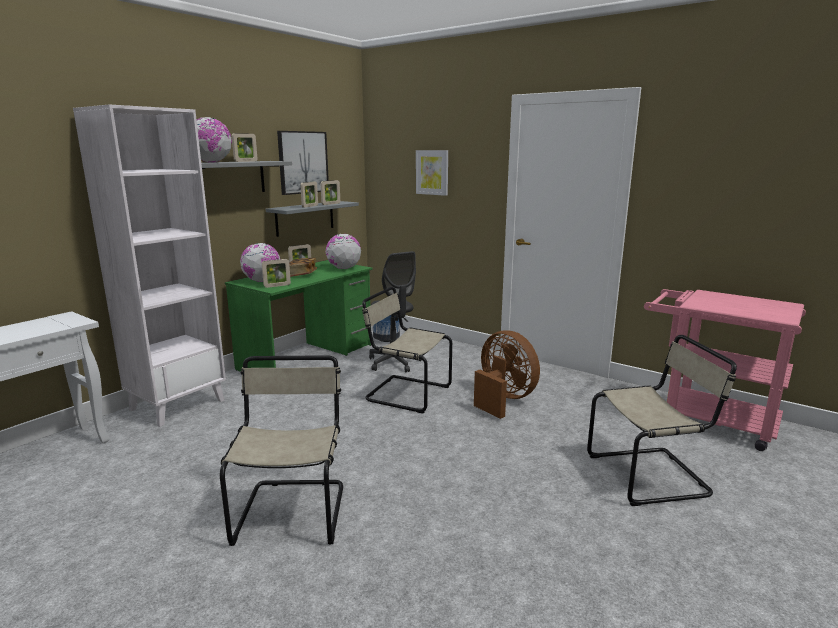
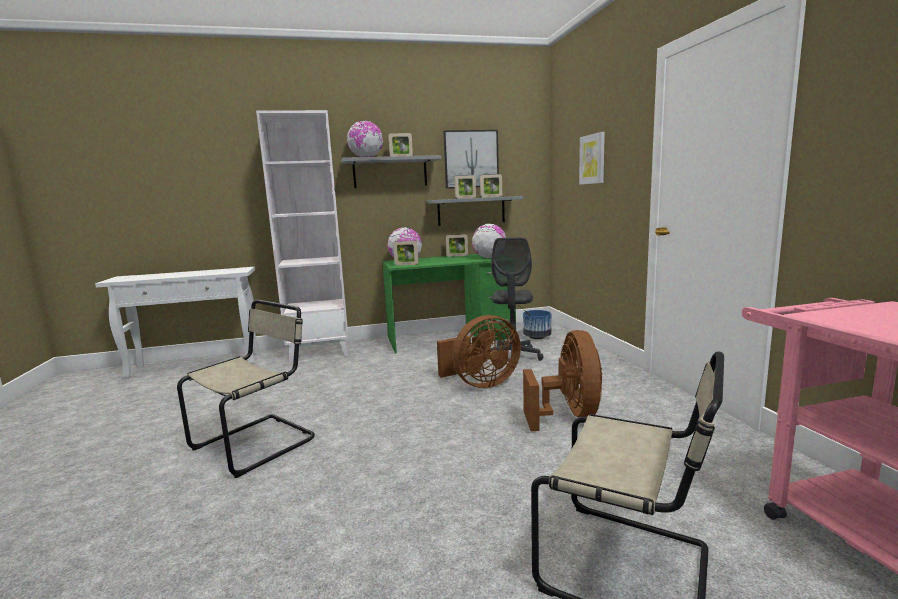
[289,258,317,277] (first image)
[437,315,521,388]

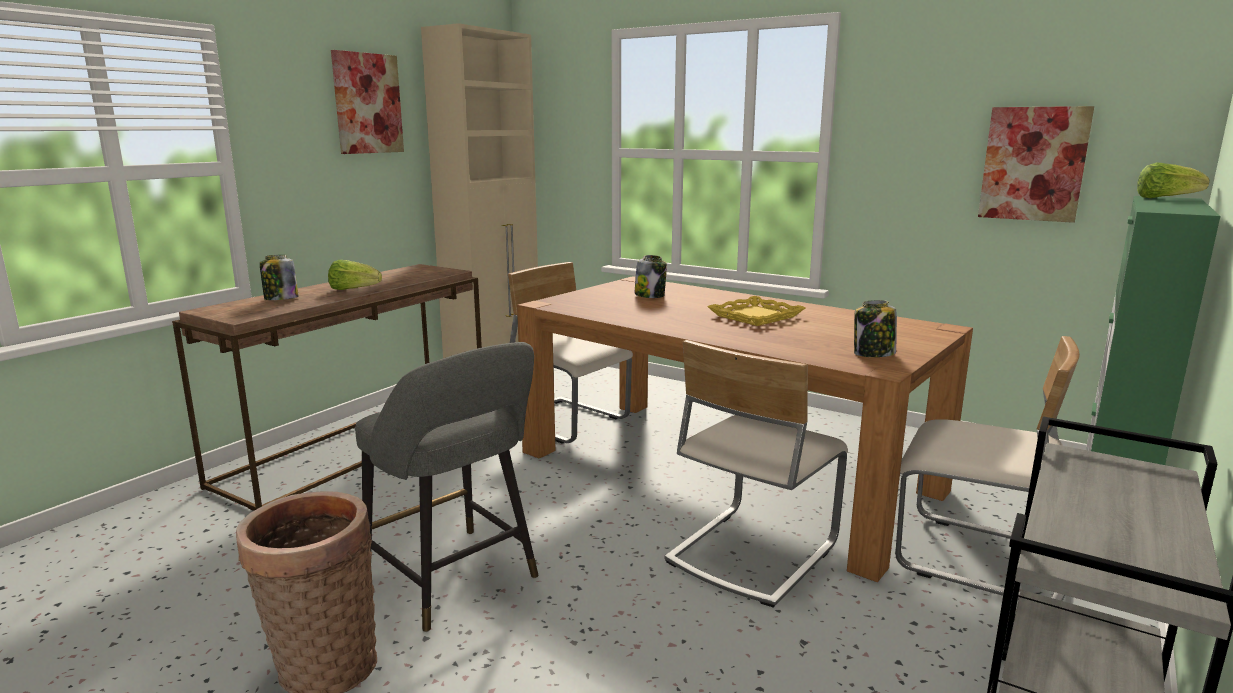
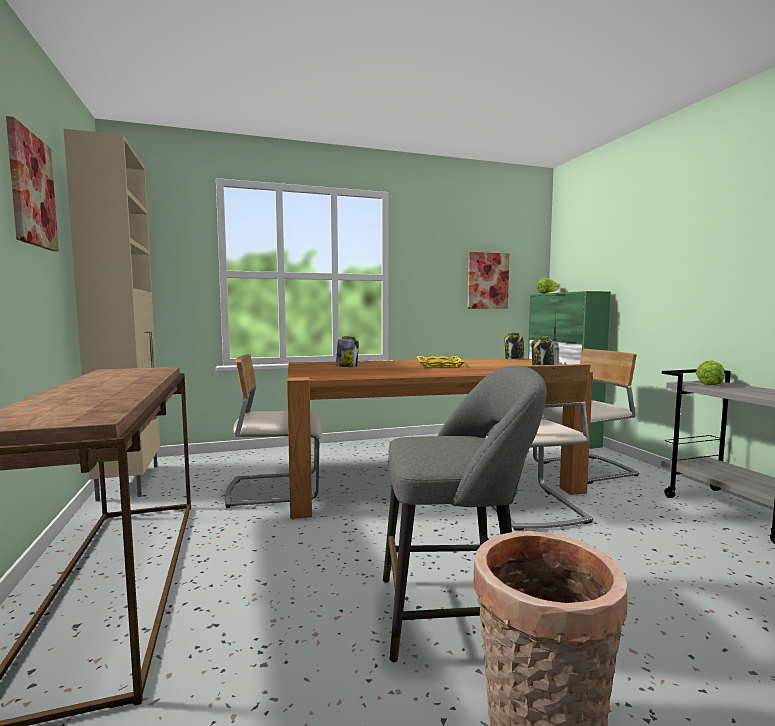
[505,333,524,359]
[696,361,725,385]

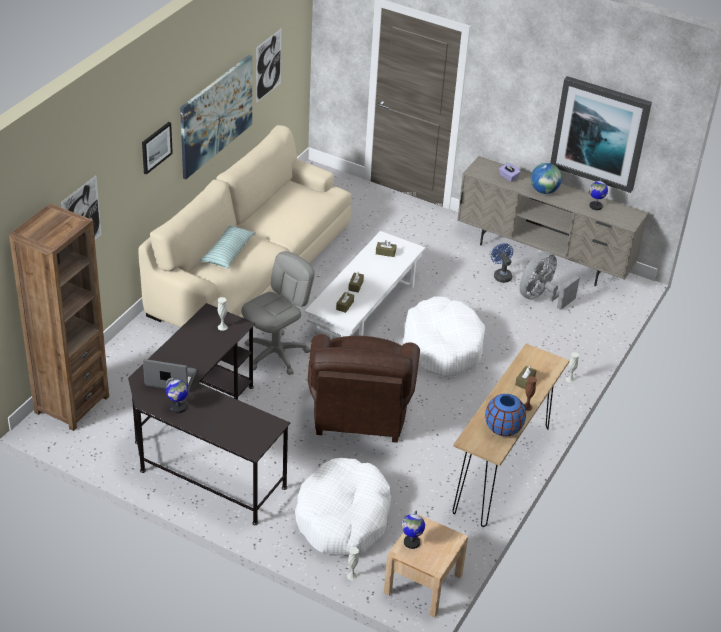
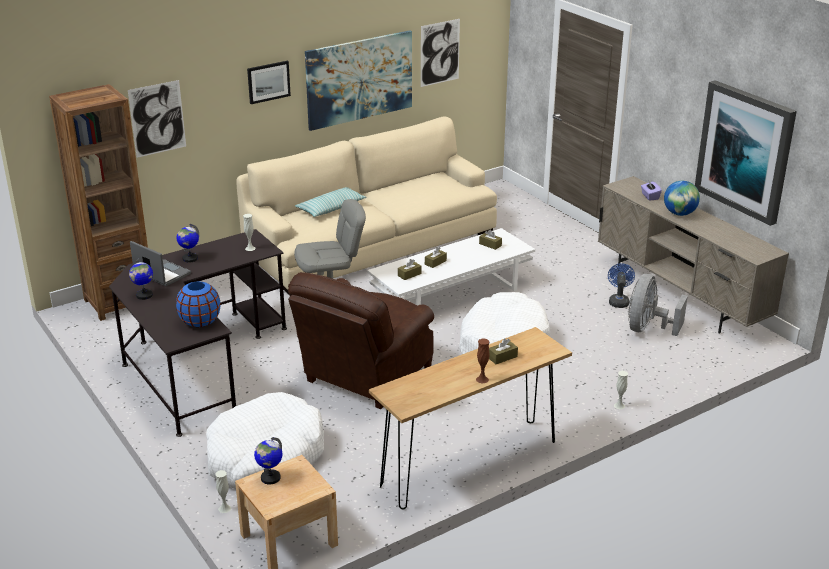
[176,281,221,327]
[177,224,199,262]
[628,274,688,336]

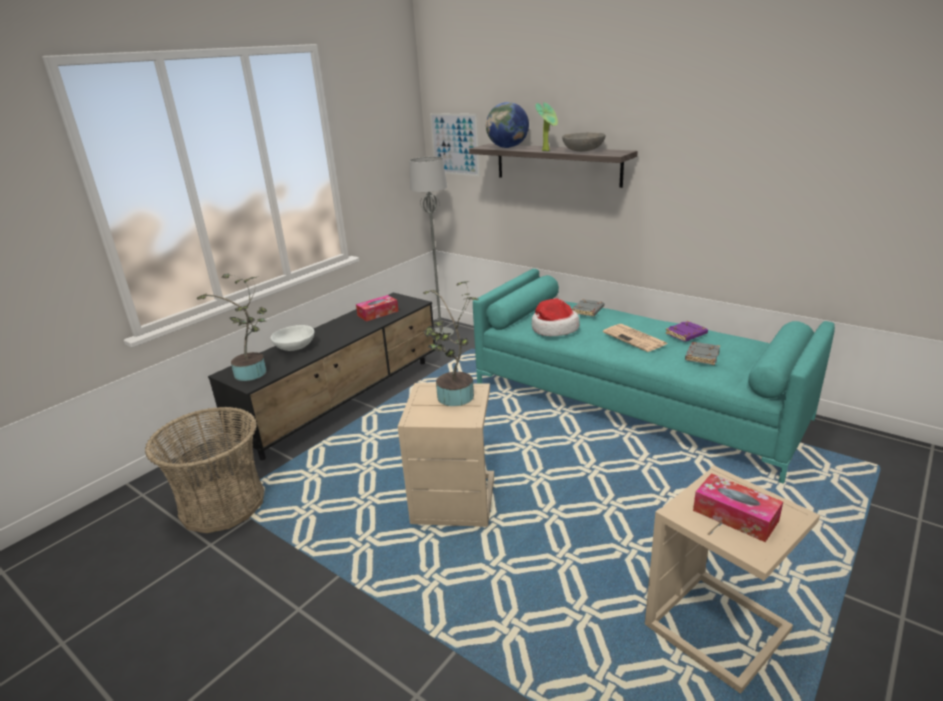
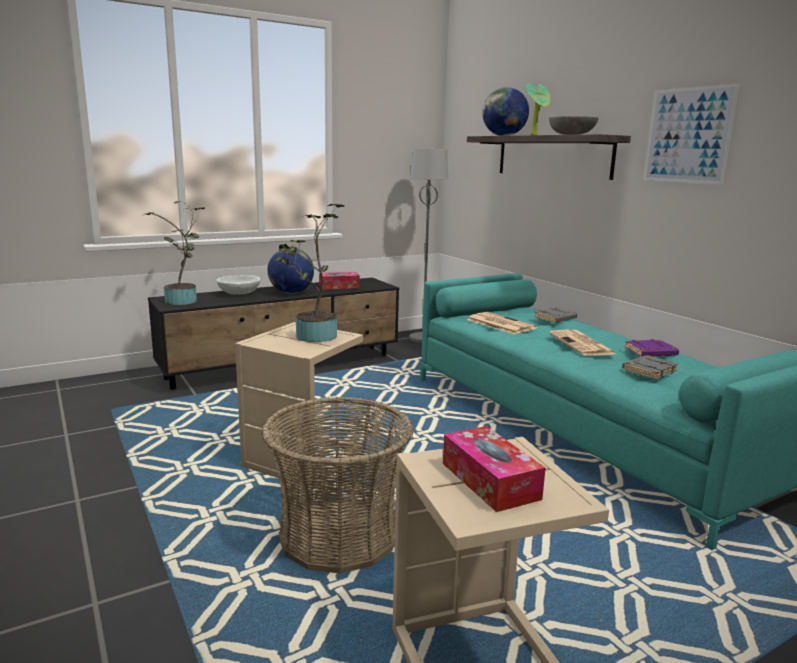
[267,249,314,294]
[261,397,414,574]
[643,83,739,185]
[467,312,537,334]

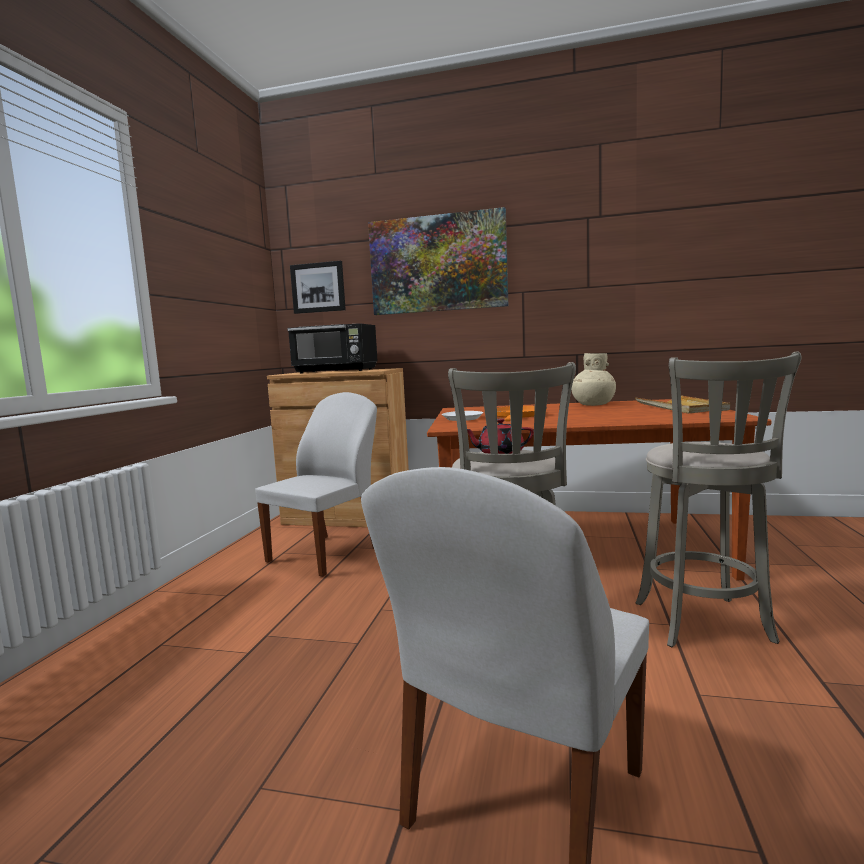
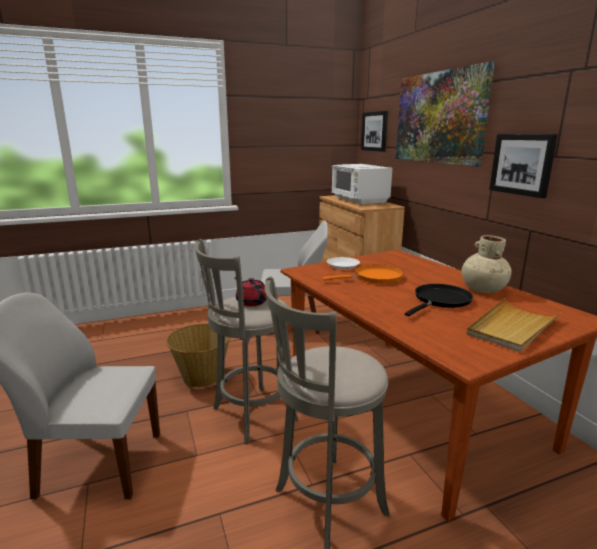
[166,324,231,388]
[405,284,473,316]
[489,134,558,198]
[331,164,392,205]

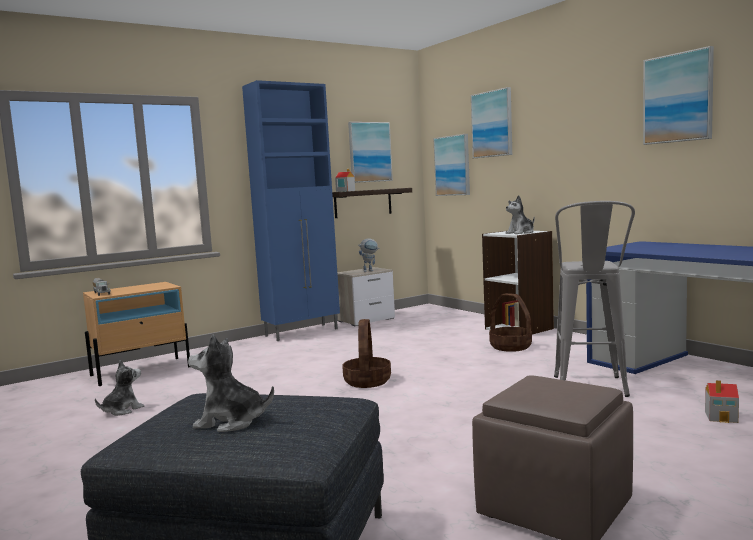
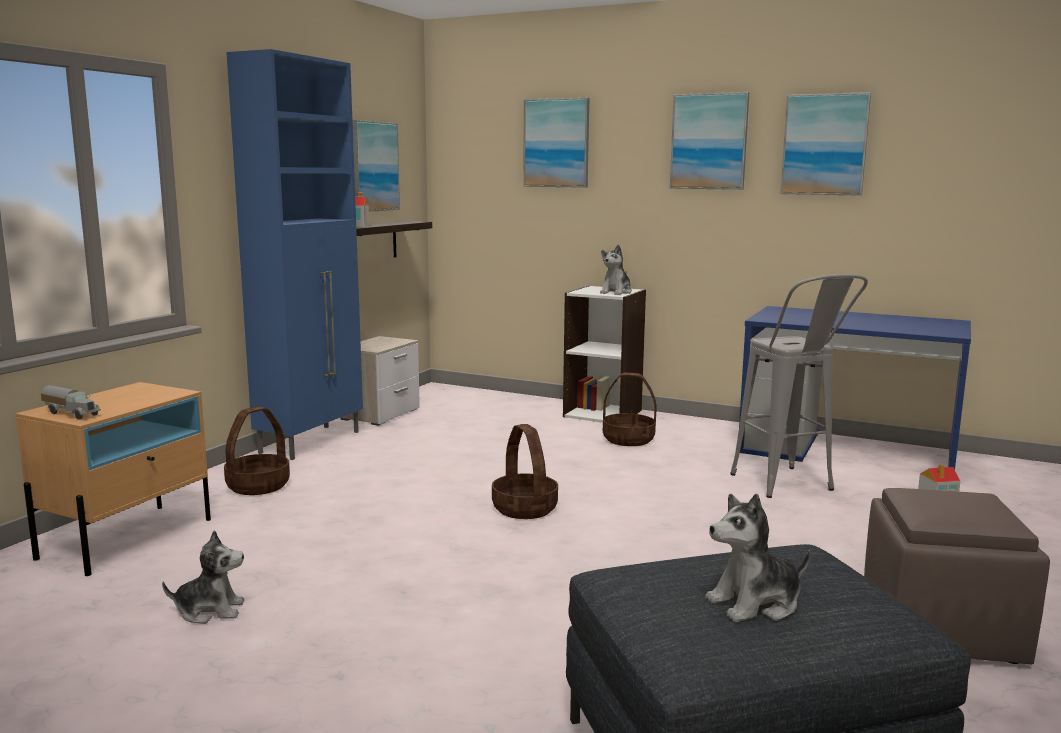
[358,239,380,272] (first image)
[224,406,290,495]
[670,92,749,190]
[162,530,245,624]

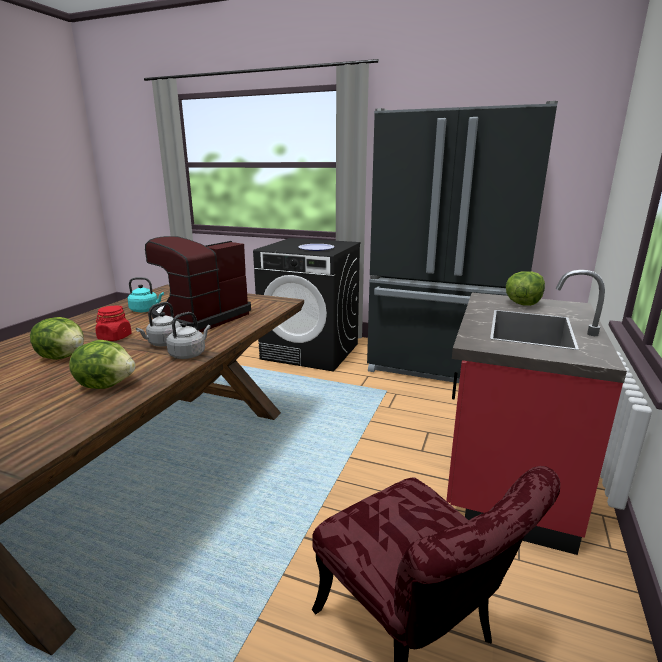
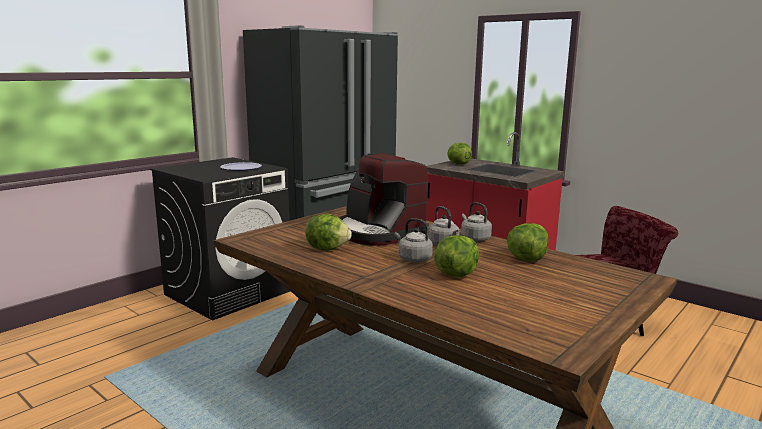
[395,218,433,262]
[305,213,352,251]

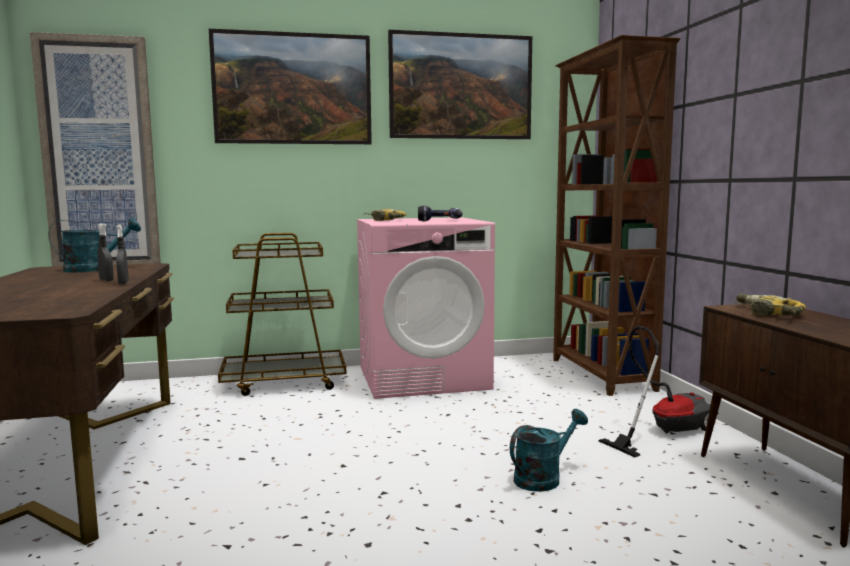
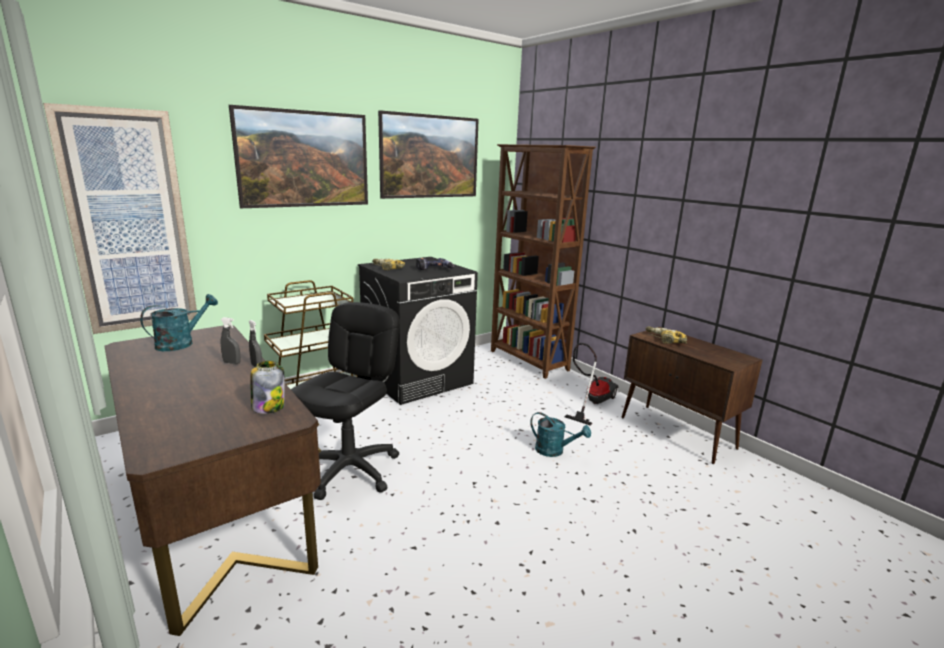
[250,361,285,414]
[291,302,400,500]
[358,257,478,405]
[530,412,591,457]

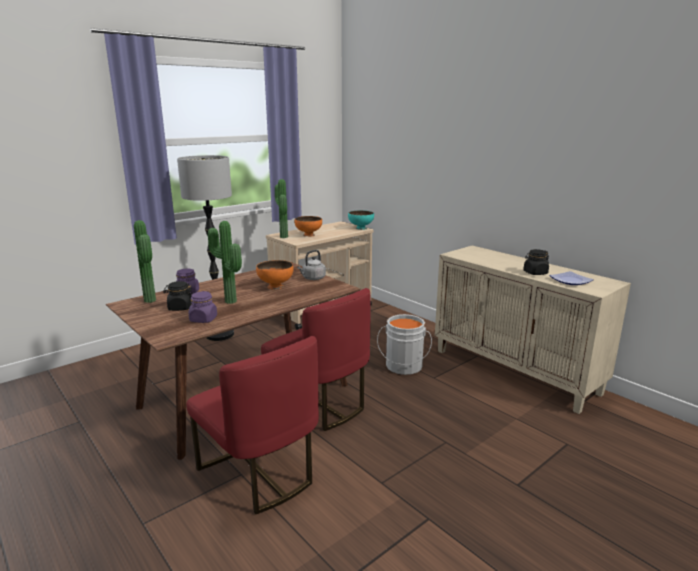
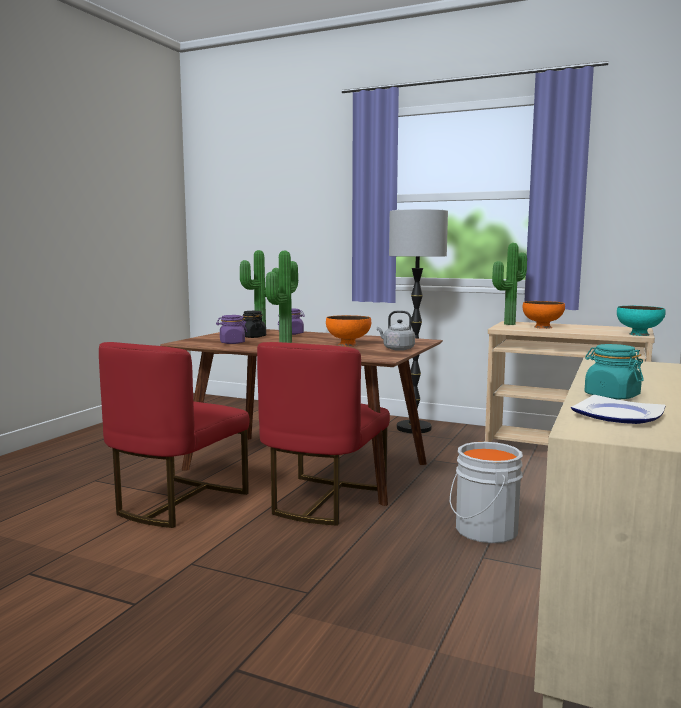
[585,344,644,400]

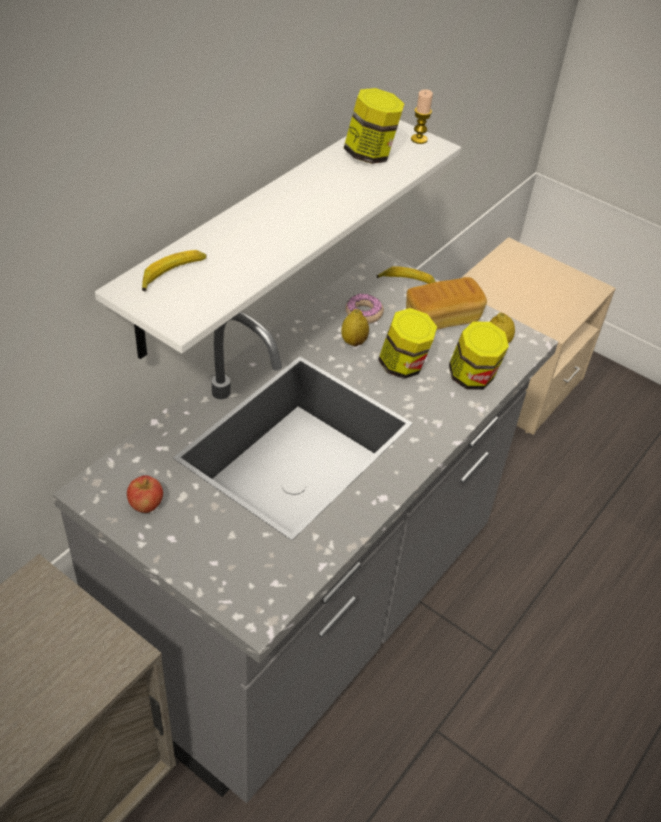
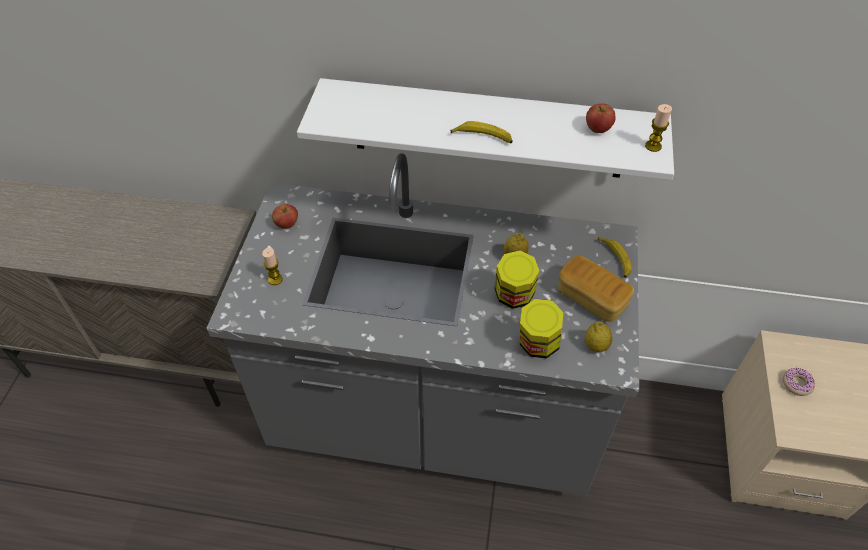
[262,248,283,285]
[450,121,513,144]
[783,368,815,396]
[586,103,615,133]

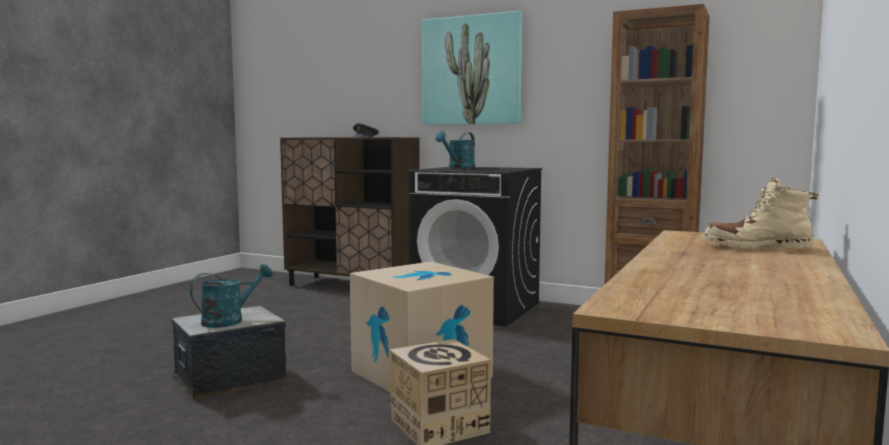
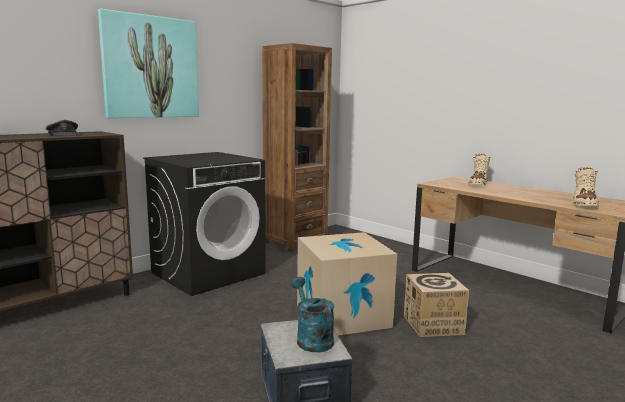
[435,131,475,169] (first image)
[573,167,599,207]

